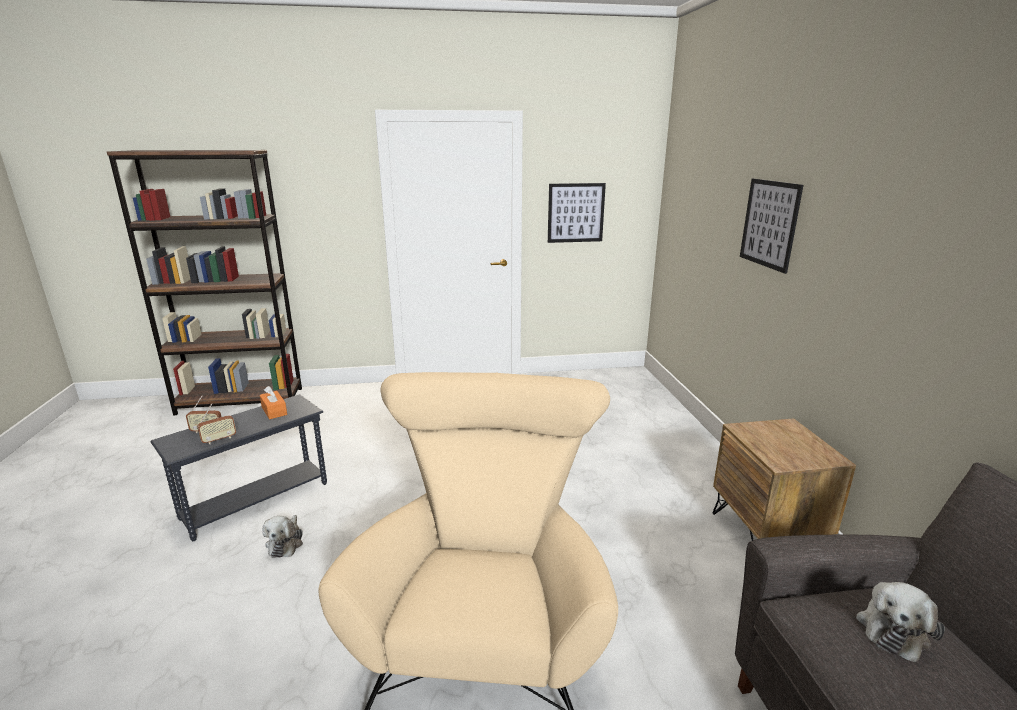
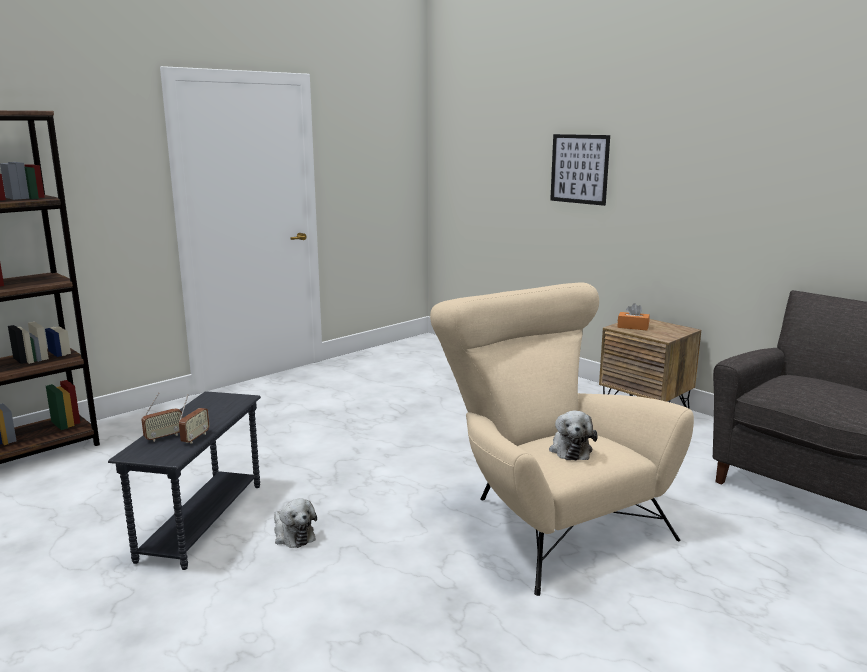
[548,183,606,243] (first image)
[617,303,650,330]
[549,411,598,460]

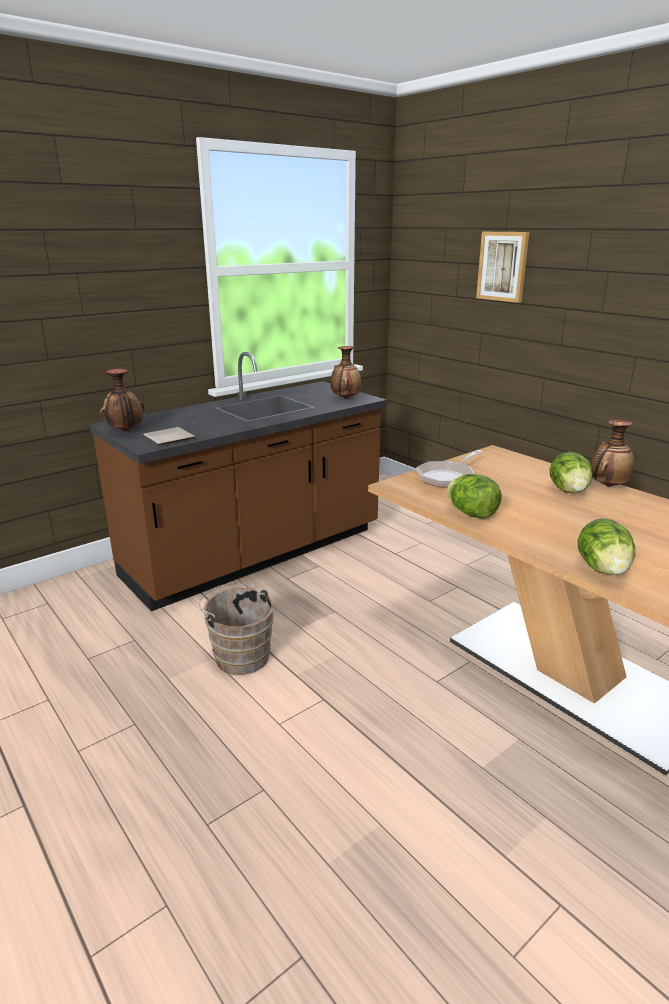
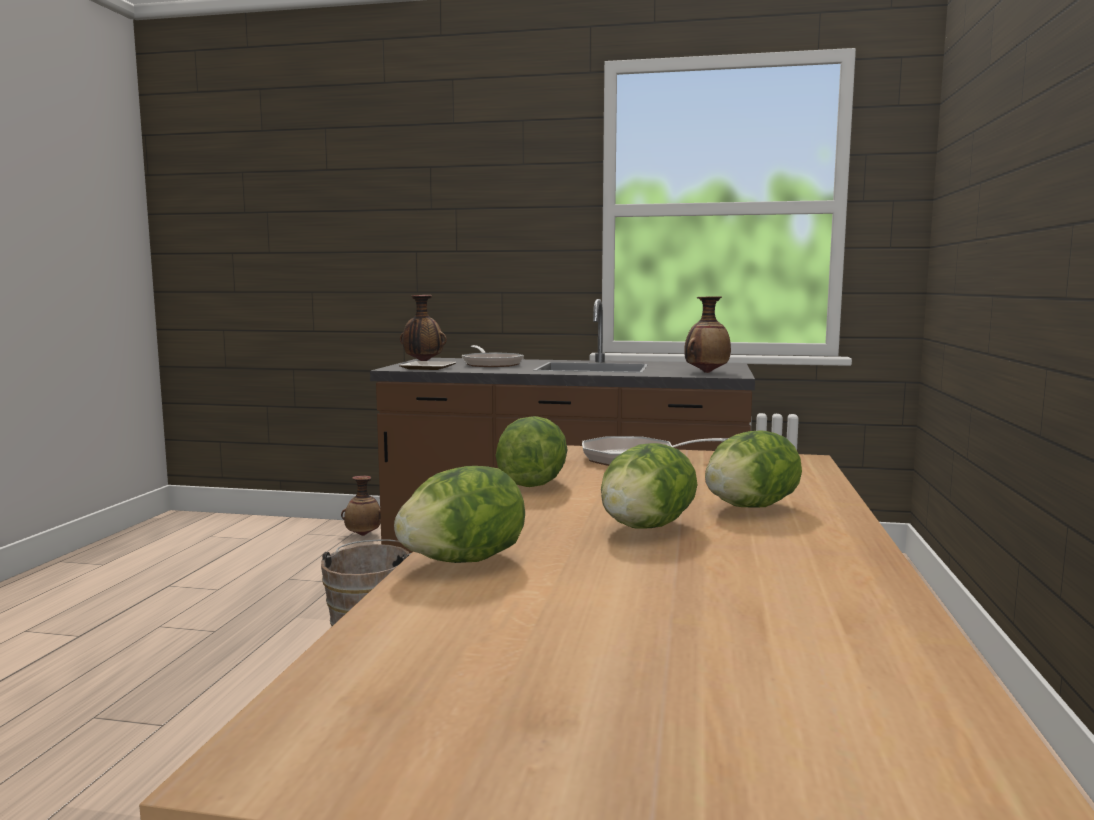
[476,232,529,303] (first image)
[462,345,524,367]
[601,443,698,529]
[341,476,381,536]

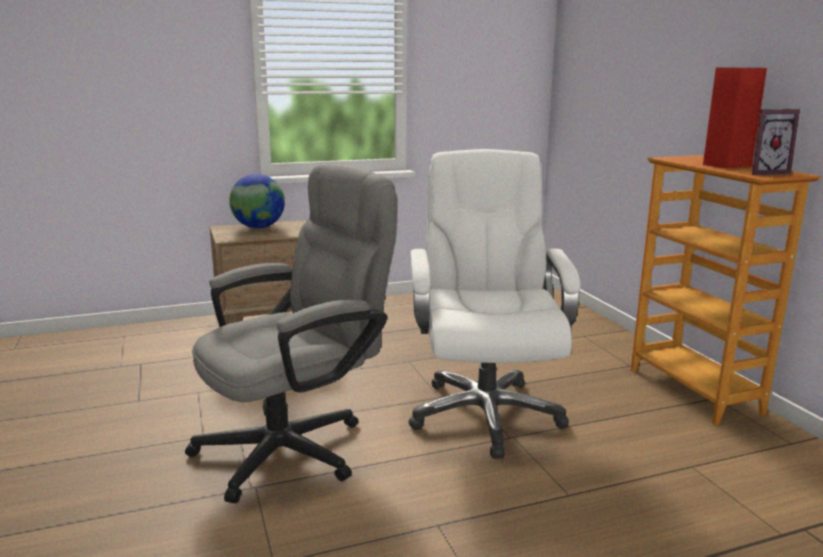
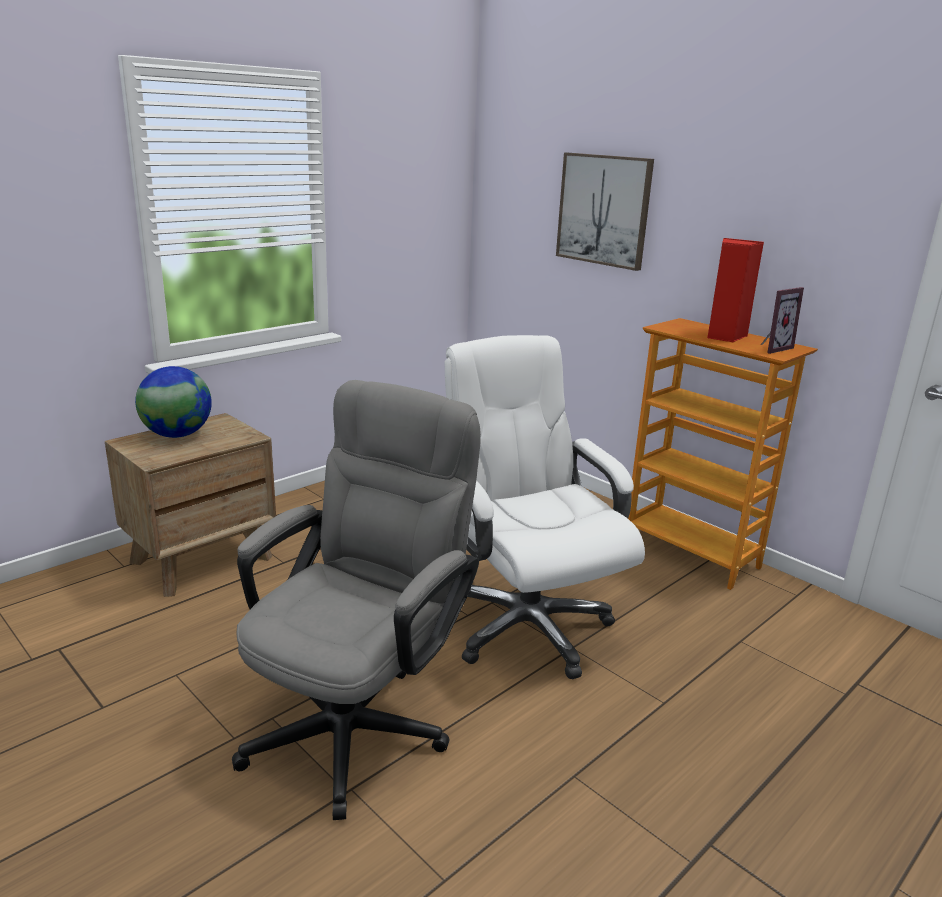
[556,153,654,271]

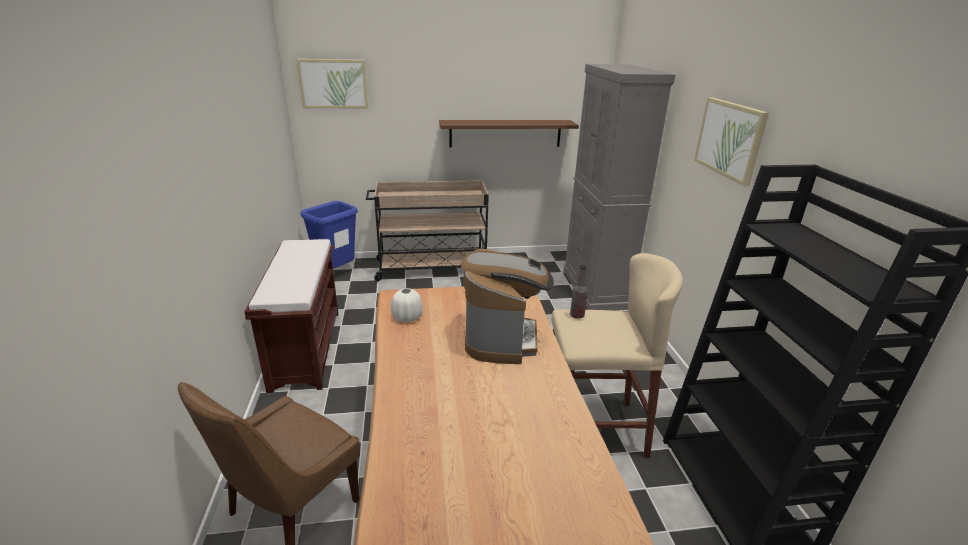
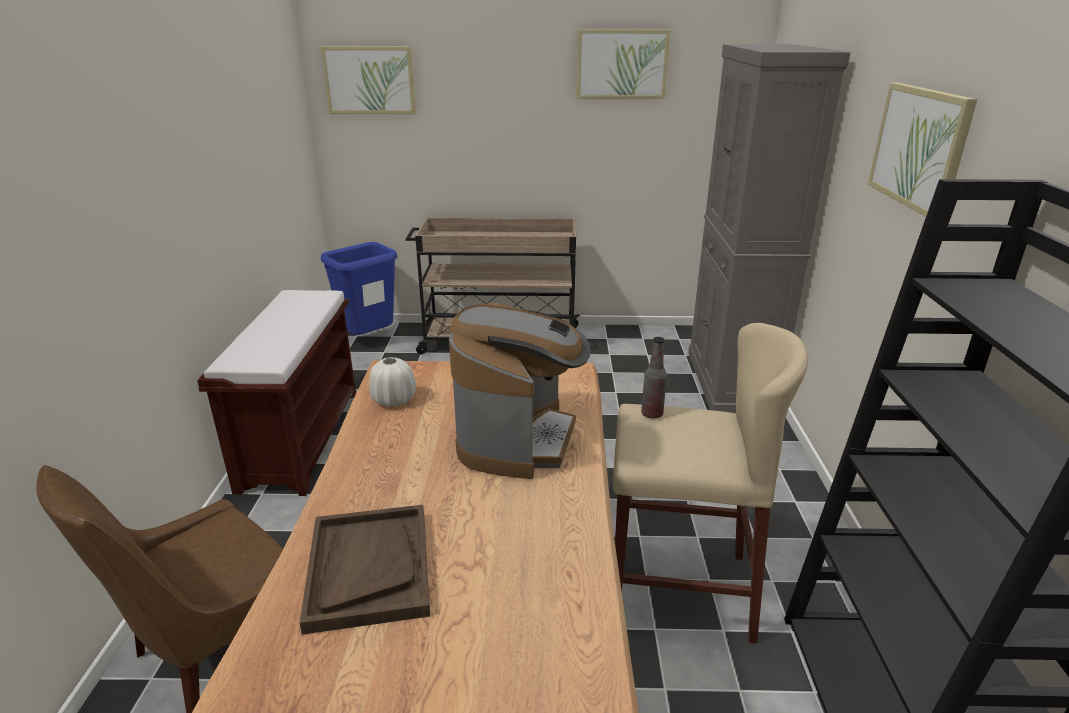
[439,120,579,147] (first image)
[299,505,430,635]
[576,29,670,99]

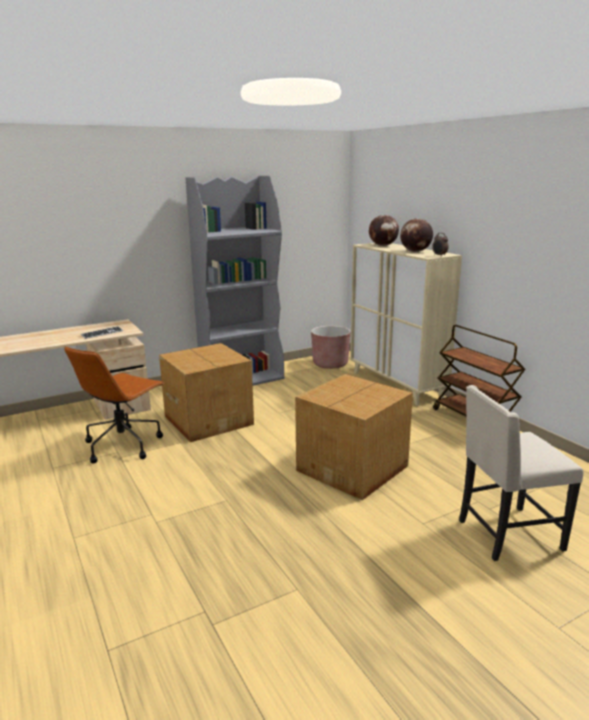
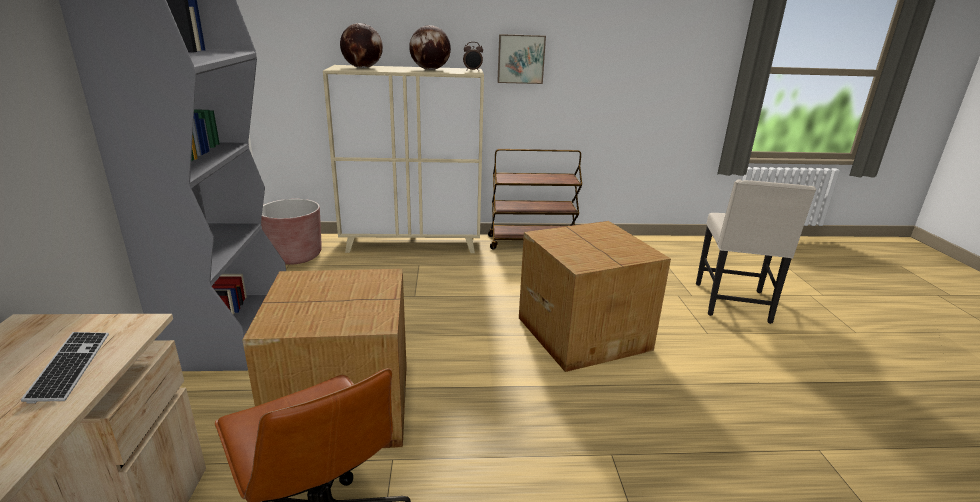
[497,34,546,84]

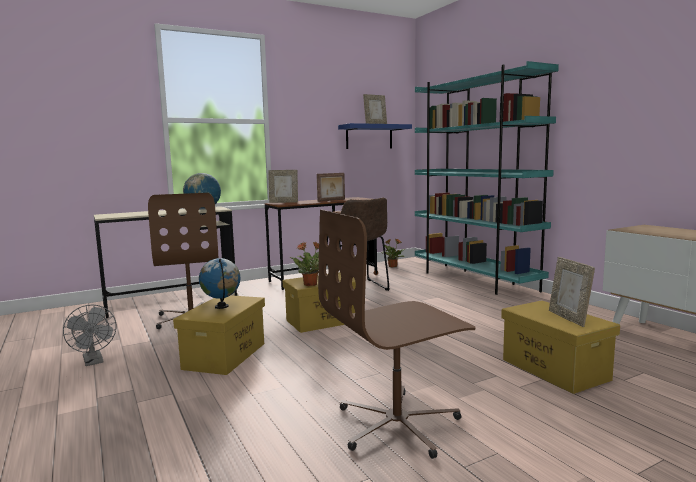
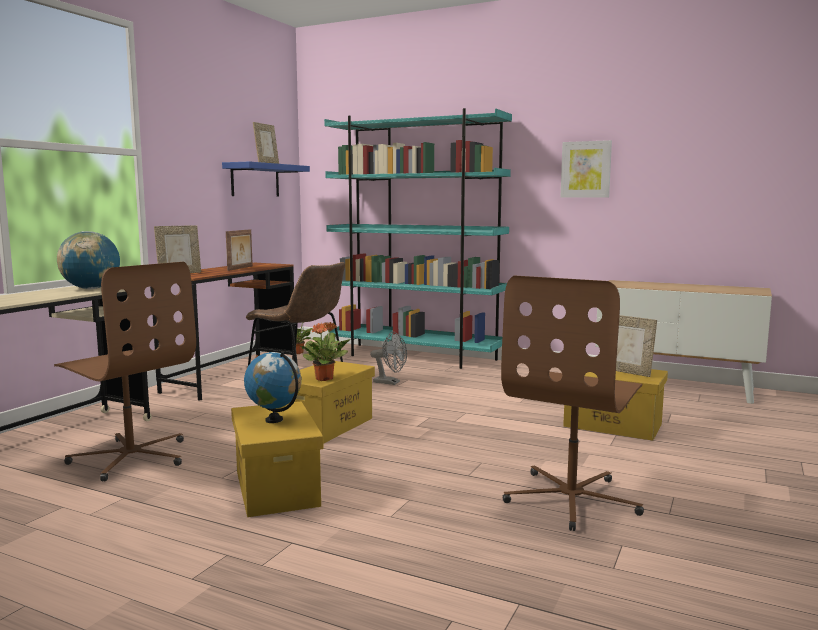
[560,140,612,198]
[370,332,407,385]

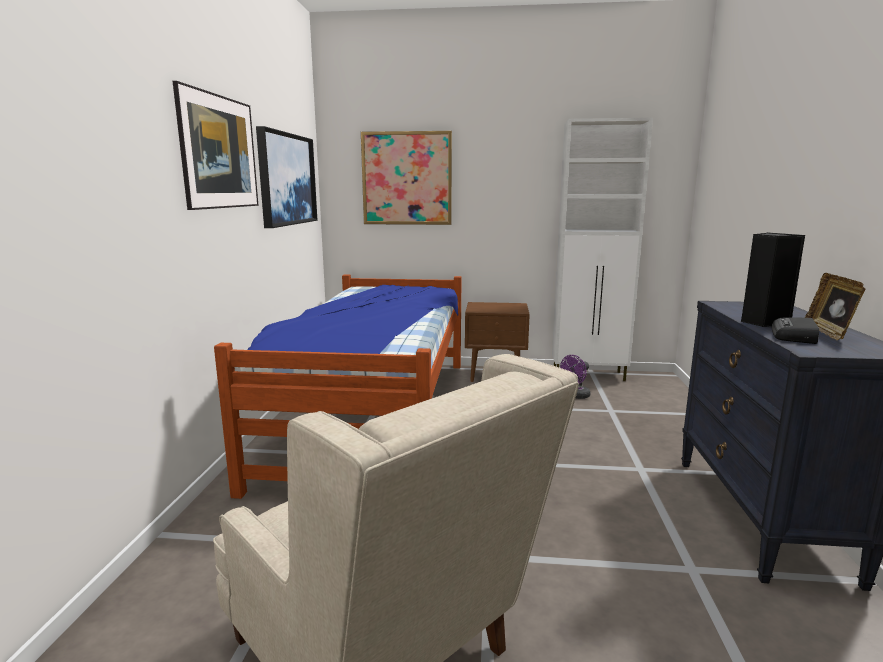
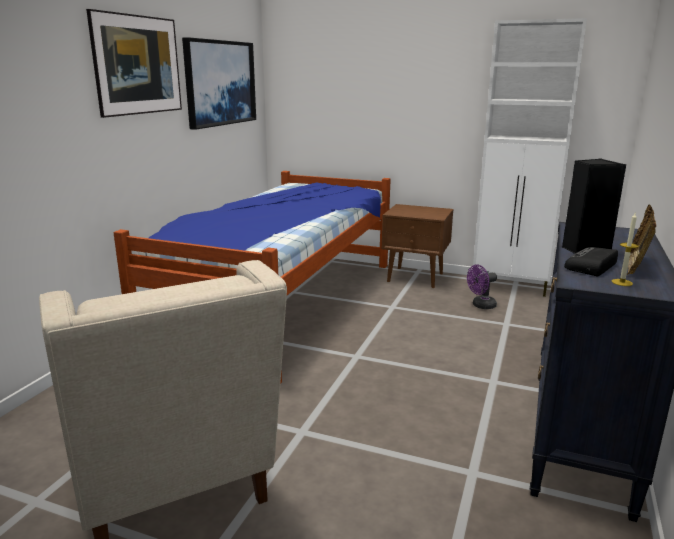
[361,131,452,225] (first image)
[612,213,639,286]

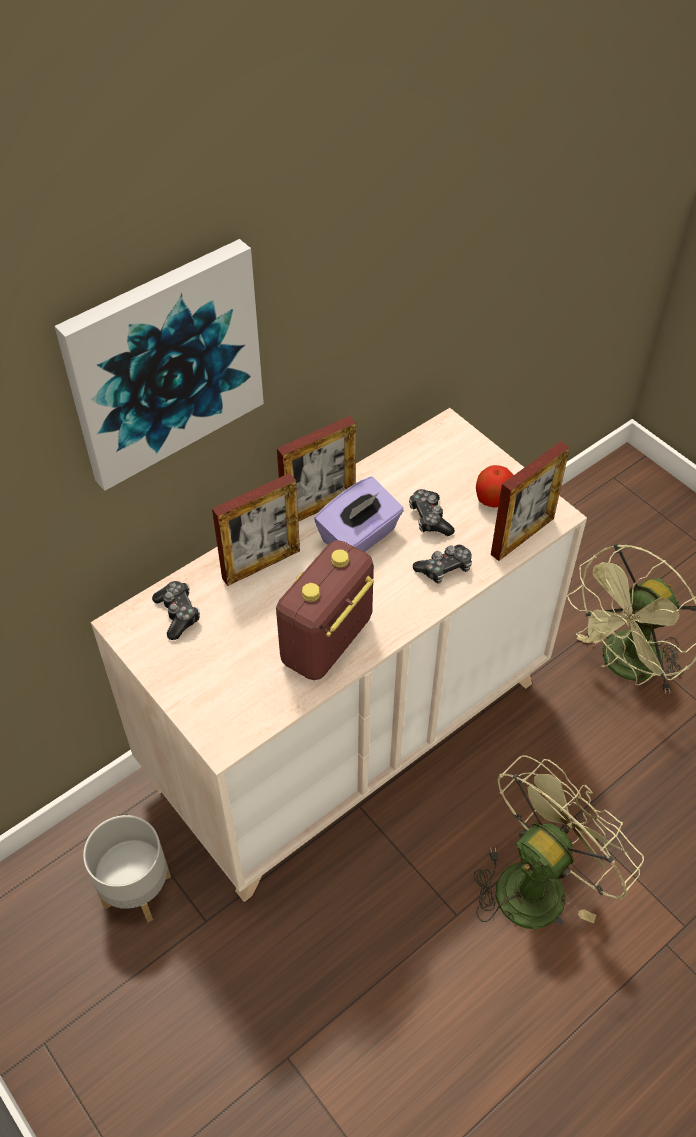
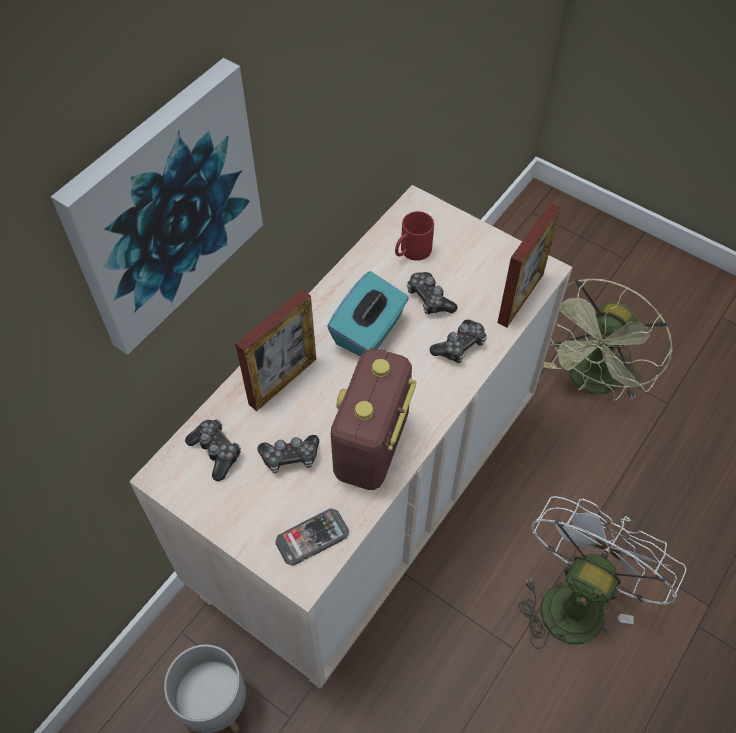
[277,416,356,522] (first image)
[476,465,514,508] (first image)
[257,435,319,473]
[275,508,349,566]
[395,211,434,261]
[327,271,409,356]
[518,496,686,649]

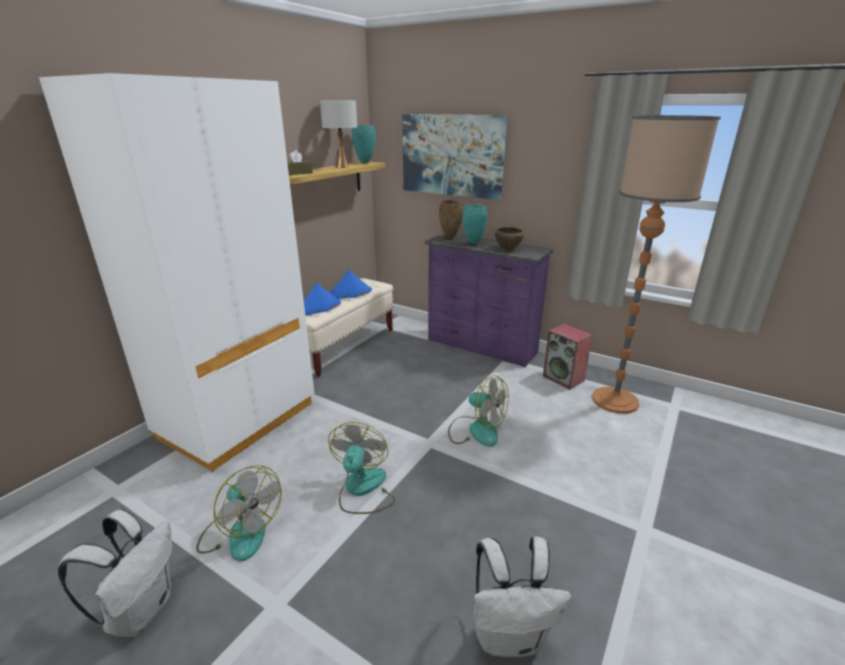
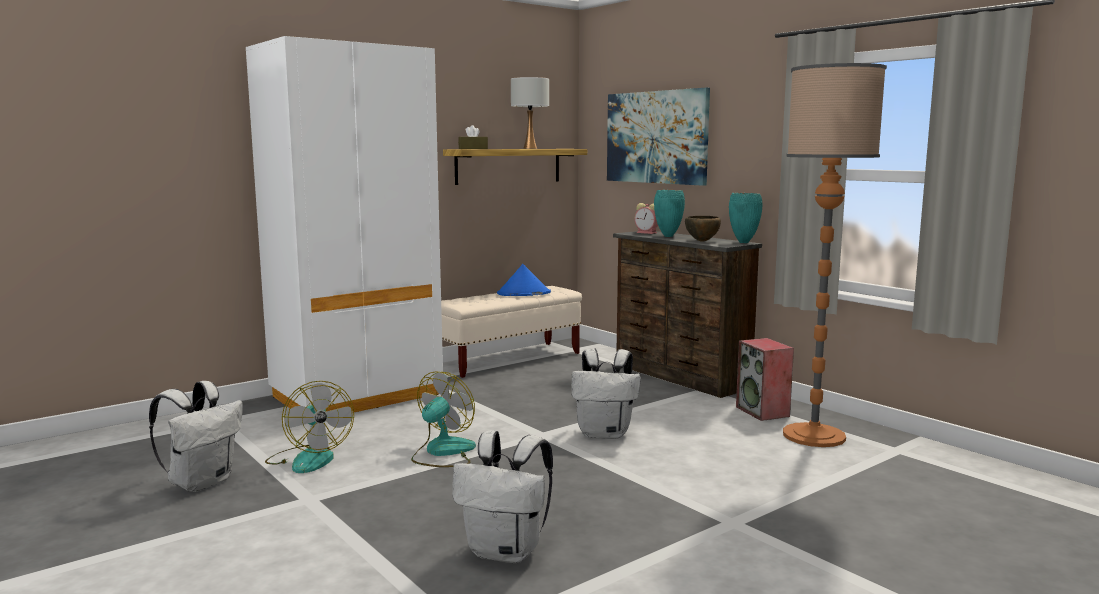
[304,283,341,315] (first image)
[729,193,762,243]
[635,203,658,234]
[571,348,641,439]
[613,231,762,398]

